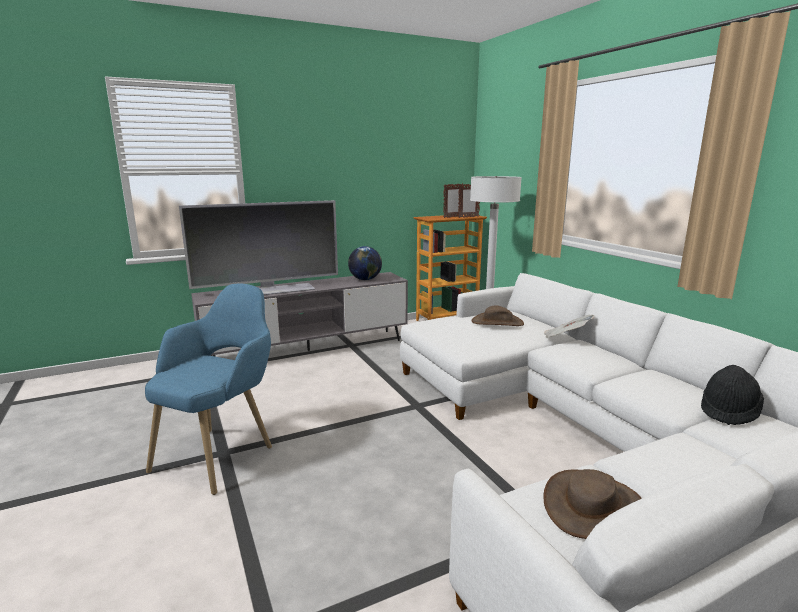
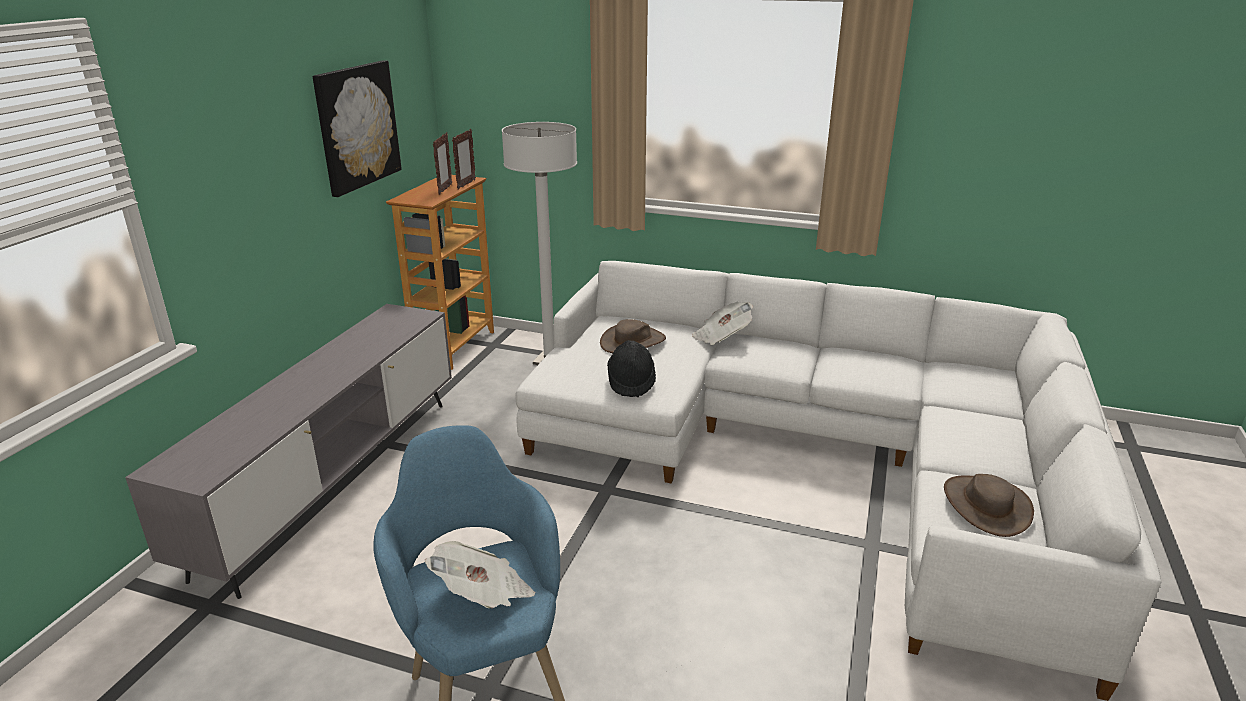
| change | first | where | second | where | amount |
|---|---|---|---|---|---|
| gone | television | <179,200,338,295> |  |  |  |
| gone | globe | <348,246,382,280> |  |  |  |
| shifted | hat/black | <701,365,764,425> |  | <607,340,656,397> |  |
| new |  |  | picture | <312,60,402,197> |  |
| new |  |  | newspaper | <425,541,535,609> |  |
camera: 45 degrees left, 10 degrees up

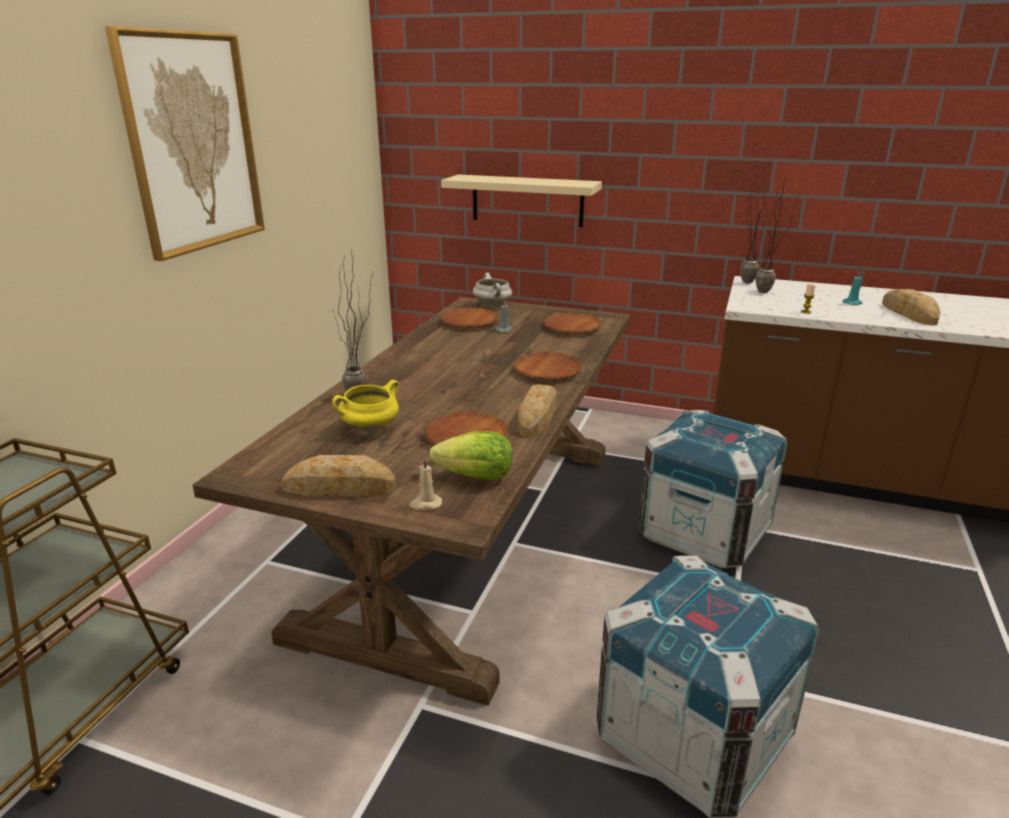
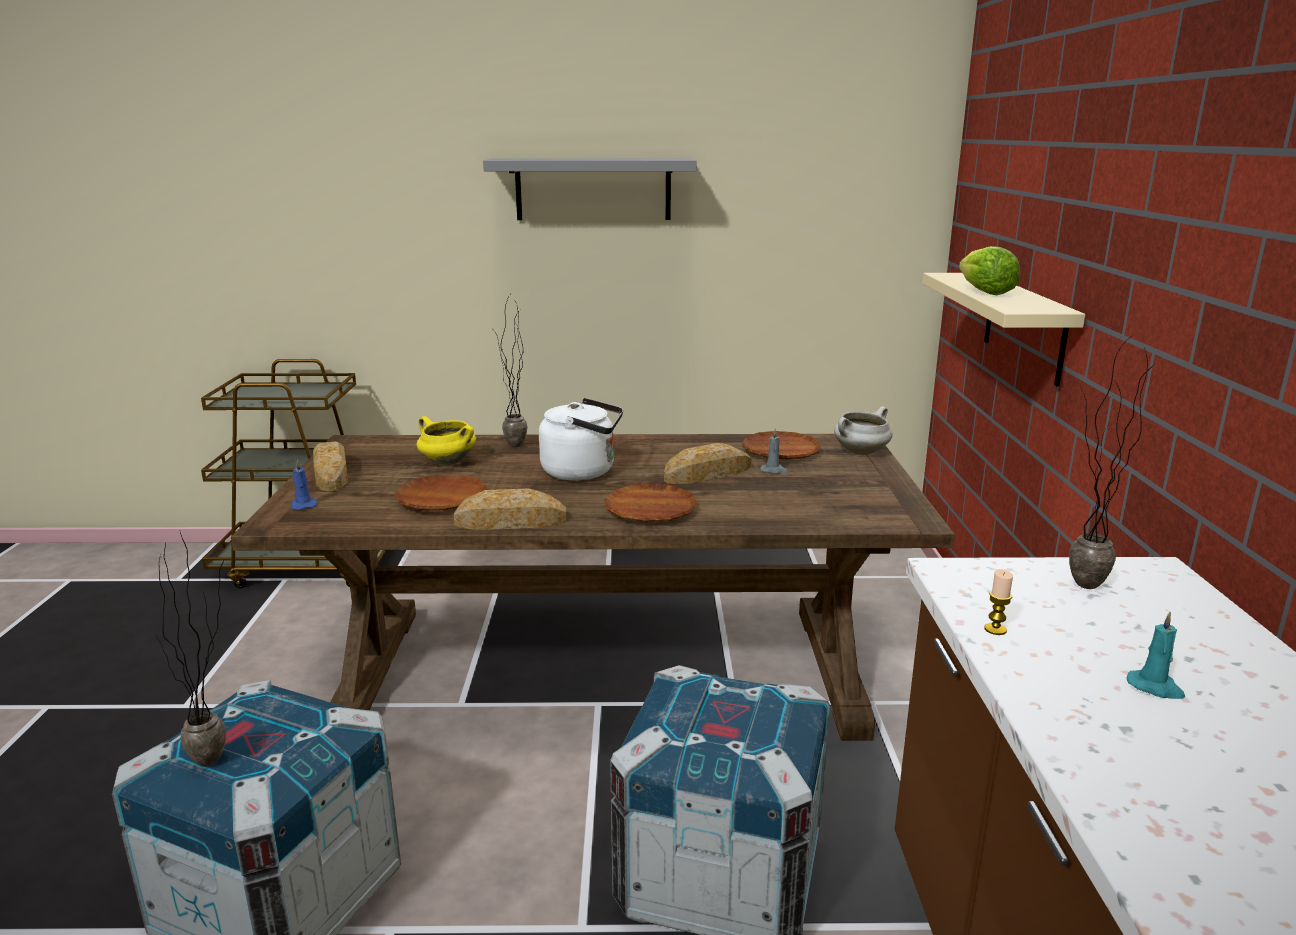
| change | first | where | second | where | amount |
|---|---|---|---|---|---|
| swapped | picture | <105,26,265,261> | shelf/grey | <483,158,697,220> |  |
| shifted | potted plant | <740,164,768,284> |  | <155,532,226,767> |  |
| shifted | bread | <882,289,941,325> |  | <664,443,751,484> |  |
| gone | plate/brown | <543,313,603,334> |  |  |  |
| shifted | lettuce | <429,431,513,480> |  | <959,246,1020,295> |  |
| repainted | candle/beige | <409,457,442,510> | candle/blue | <291,459,318,510> |  |
| new |  |  | kettle/white | <539,398,623,481> |  |
camera: 70 degrees right, 5 degrees down

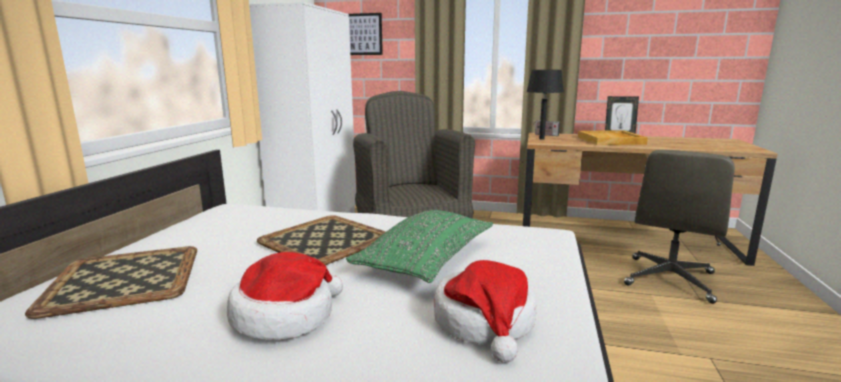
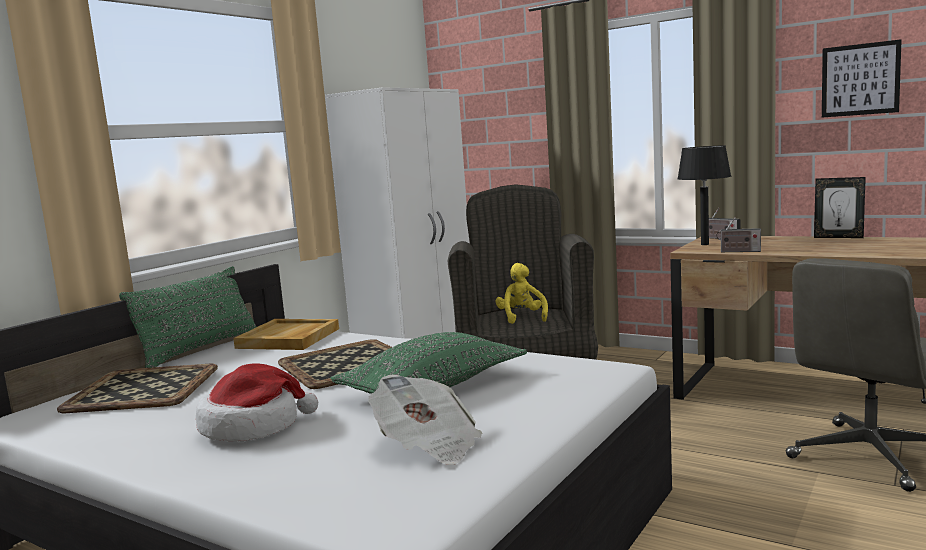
| change | first | where | second | where | amount |
|---|---|---|---|---|---|
| shifted | picture | <349,13,383,55> |  | <822,39,902,118> |  |
| shifted | tray/beige | <578,130,648,145> |  | <233,319,339,350> |  |
| swapped | hat | <434,260,536,362> | newspaper | <368,374,483,465> |  |
| new |  |  | radio | <716,218,761,252> |  |
| new |  |  | plush toy/yellow | <495,263,548,324> |  |
| new |  |  | pillow/green | <119,266,256,368> |  |
camera: 20 degrees right, 5 degrees down

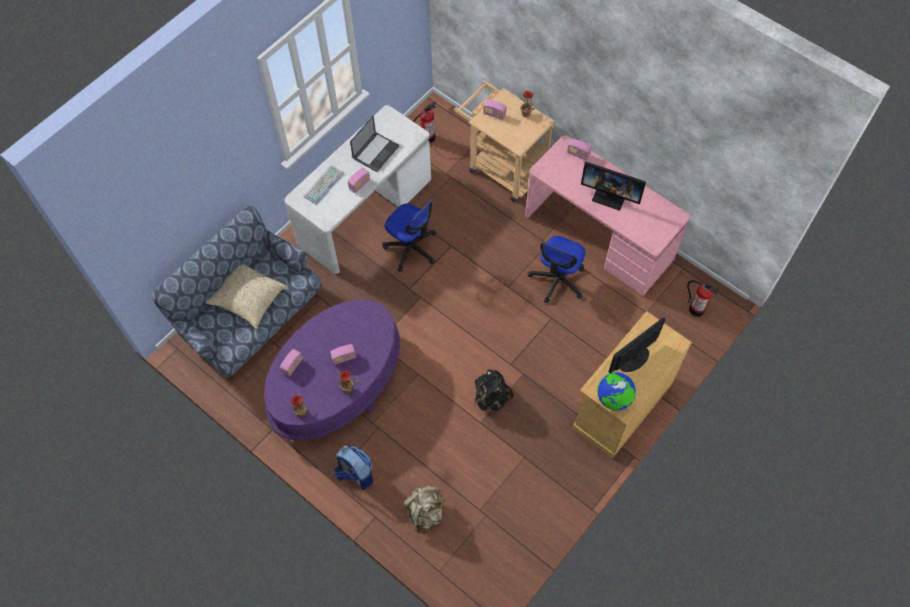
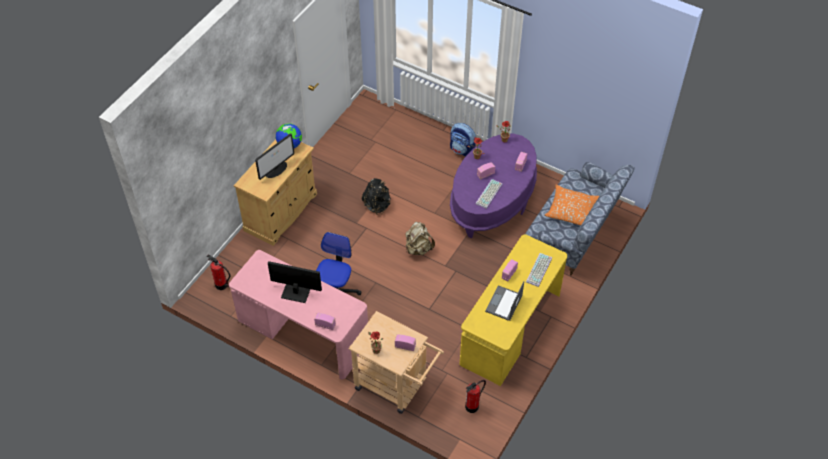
| change | first | where | second | where | amount |
|---|---|---|---|---|---|
| repainted | desk/white | <285,105,431,274> | desk/yellow | <459,234,567,386> |  |
| gone | office chair | <383,200,437,272> |  |  |  |
| repainted | pillow/beige | <206,264,287,329> | pillow/orange | <545,185,599,225> |  |
| shifted | backpack/beige | <403,486,445,534> |  | <405,222,435,255> |  |
| new |  |  | keyboard | <476,179,503,209> |  |
camera: 170 degrees right, 10 degrees down

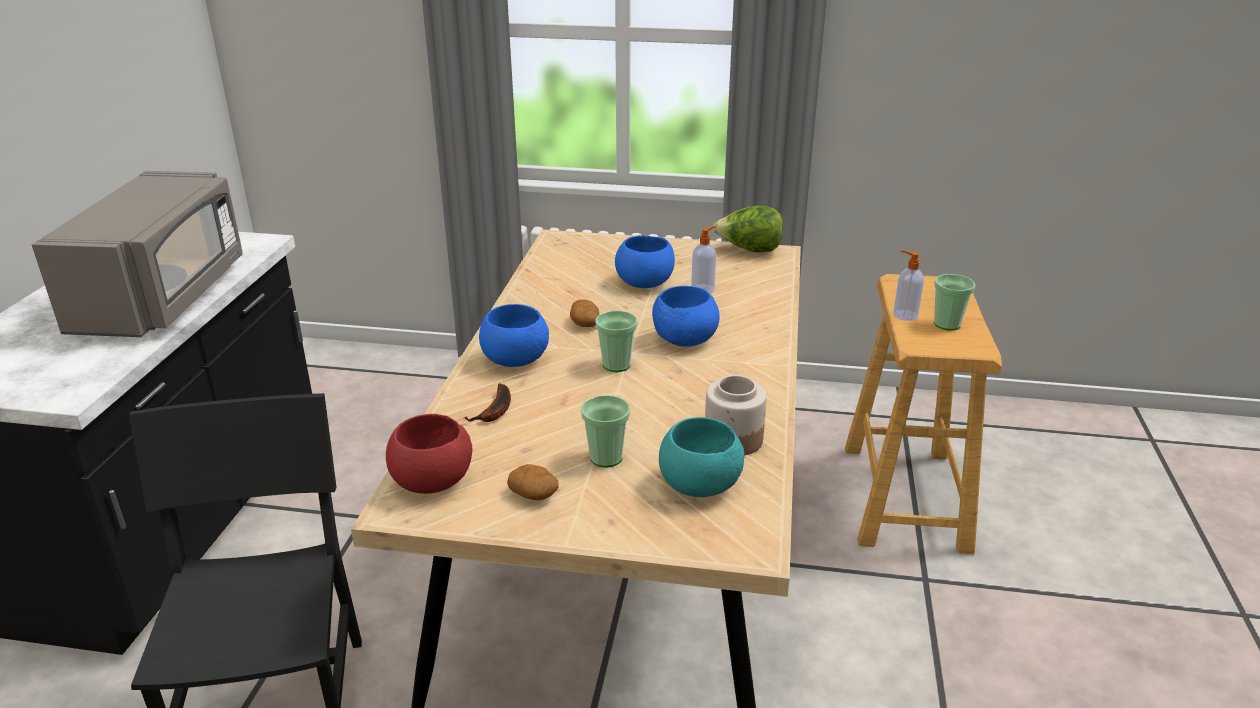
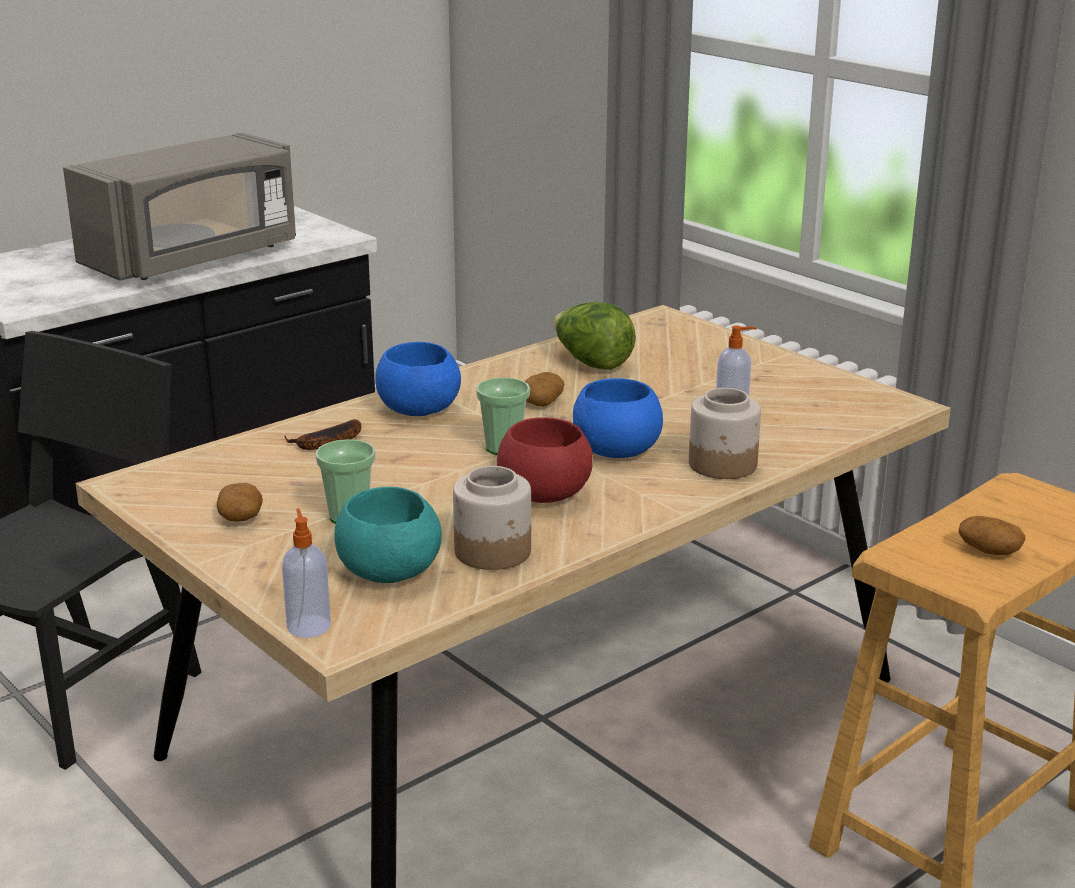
| change | first | where | second | where | amount |
|---|---|---|---|---|---|
| shifted | lettuce | <713,205,783,252> |  | <553,302,636,370> |  |
| gone | bowl/blue | <615,235,675,288> |  |  |  |
| shifted | soap dispenser | <893,250,924,321> |  | <282,508,331,638> |  |
| swapped | cup | <934,274,976,330> | potato | <958,516,1025,555> |  |
| shifted | bowl/red | <386,414,472,494> |  | <497,418,593,503> |  |
| new |  |  | jar | <689,388,761,479> |  |
camera: 40 degrees right, 5 degrees down

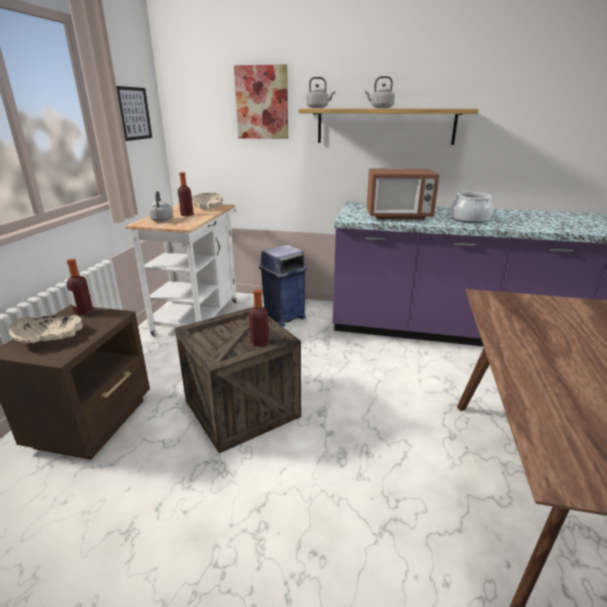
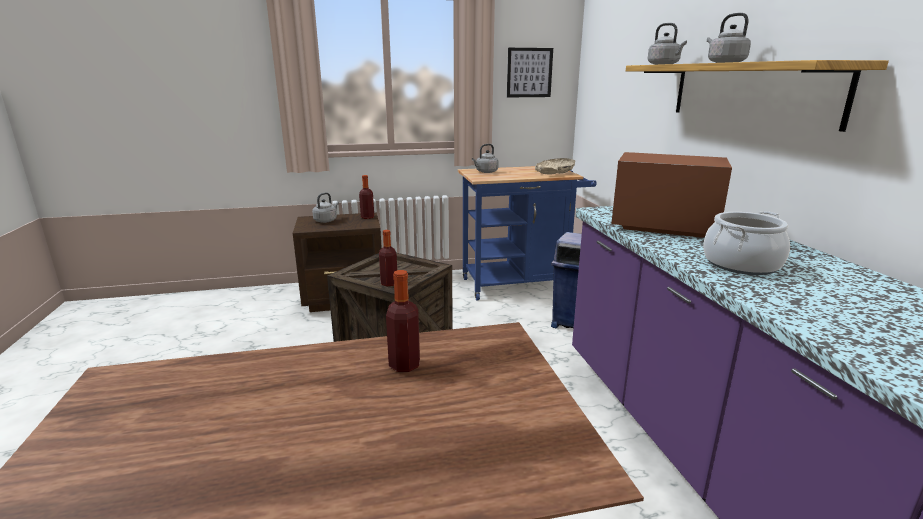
| change | first | where | second | where | amount |
|---|---|---|---|---|---|
| gone | picture | <234,64,288,139> |  |  |  |
| rotated | microwave | <367,169,439,219> |  | <611,152,732,238> | 135 degrees clockwise |
| shifted | bottle | <178,172,194,216> |  | <386,270,420,372> |  |
| repainted | cart/white | <126,203,239,338> | cart/blue | <458,166,597,300> |  |
| swapped | bowl/beige | <9,315,83,343> | kettle/grey | <312,192,339,223> |  |
camera: 65 degrees right, 5 degrees down

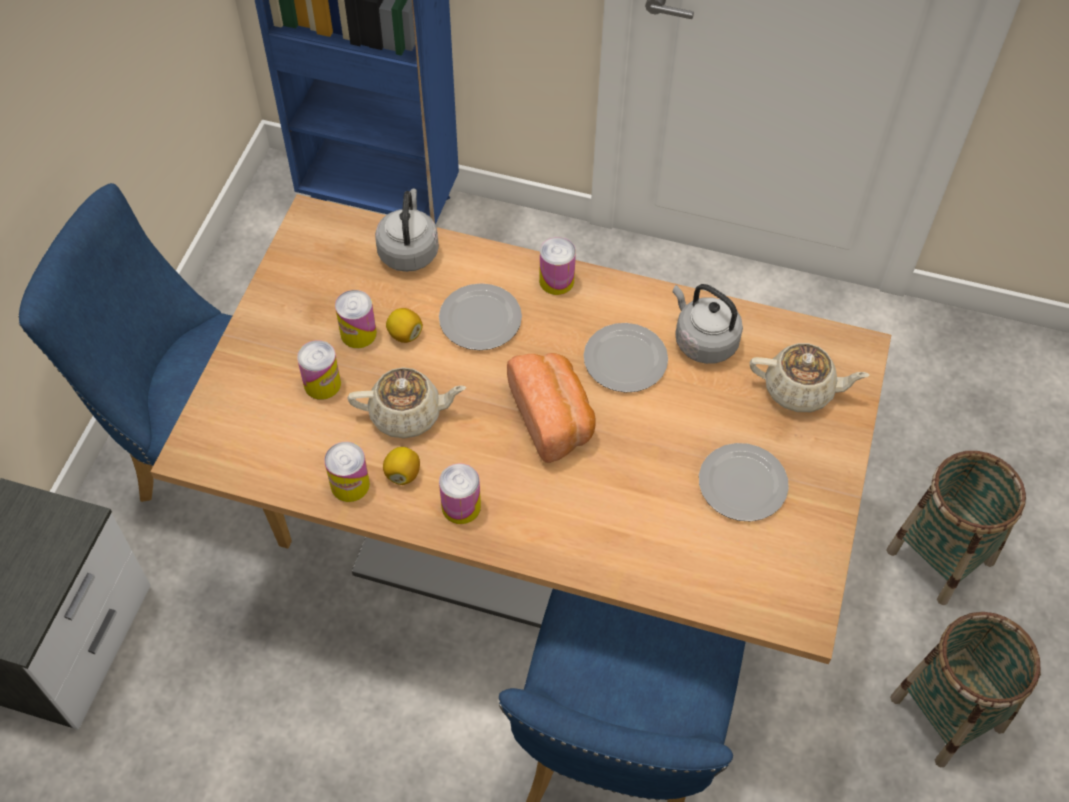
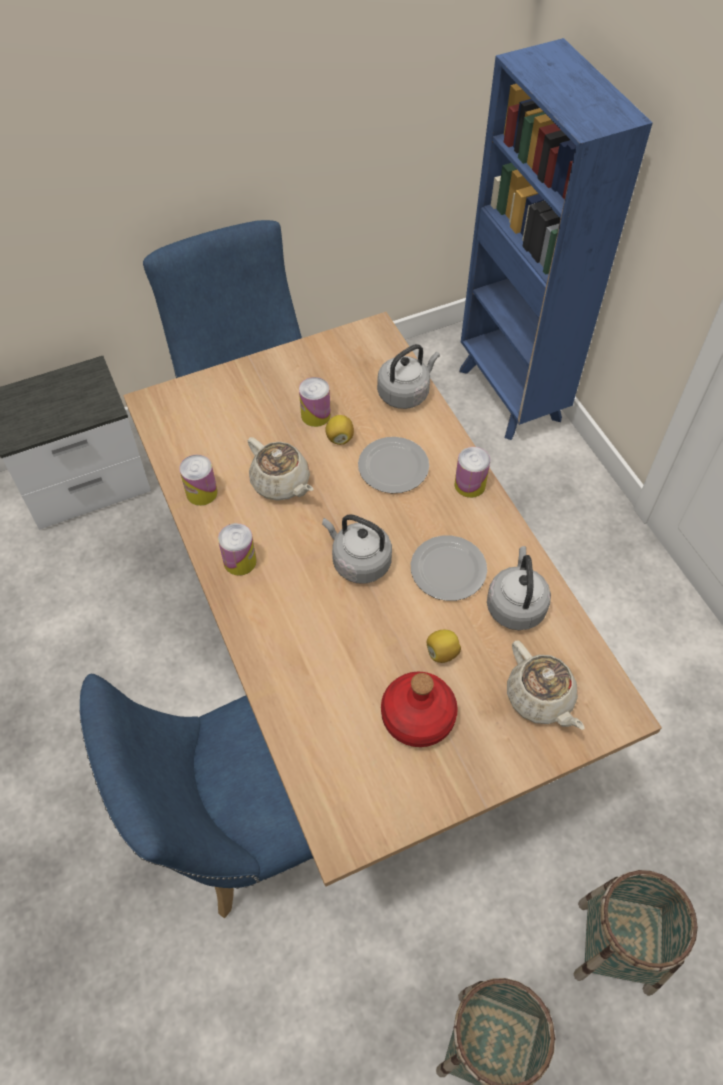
| change | first | where | second | where | amount |
|---|---|---|---|---|---|
| gone | can | <297,340,341,400> |  |  |  |
| swapped | bread | <507,353,595,463> | kettle/grey | <322,514,392,584> |  |
| swapped | plate | <699,443,789,521> | bottle/red | <381,671,458,747> |  |
| shifted | lemon | <383,447,420,485> |  | <427,630,461,663> |  |
camera: 50 degrees right, 0 degrees up

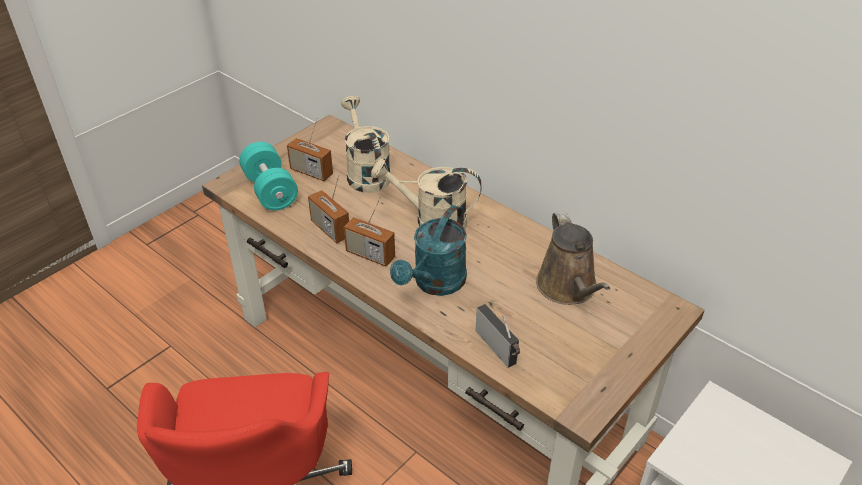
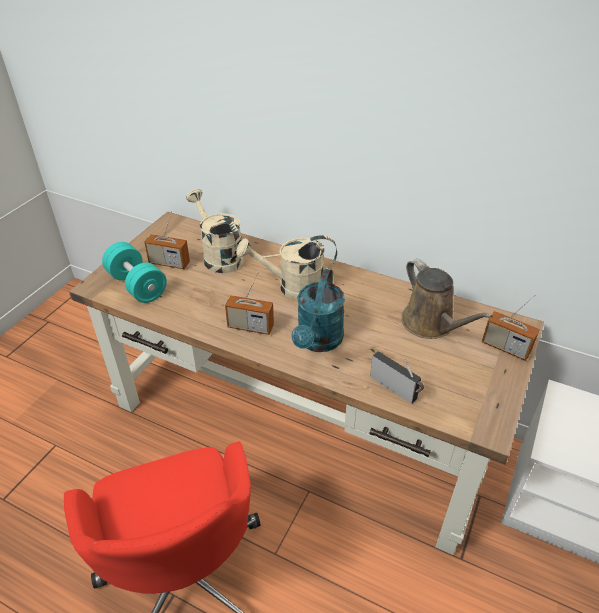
| change | first | where | second | where | amount |
|---|---|---|---|---|---|
| shifted | radio | <308,175,349,243> |  | <482,294,540,361> |  |
camera: 15 degrees left, 0 degrees up

